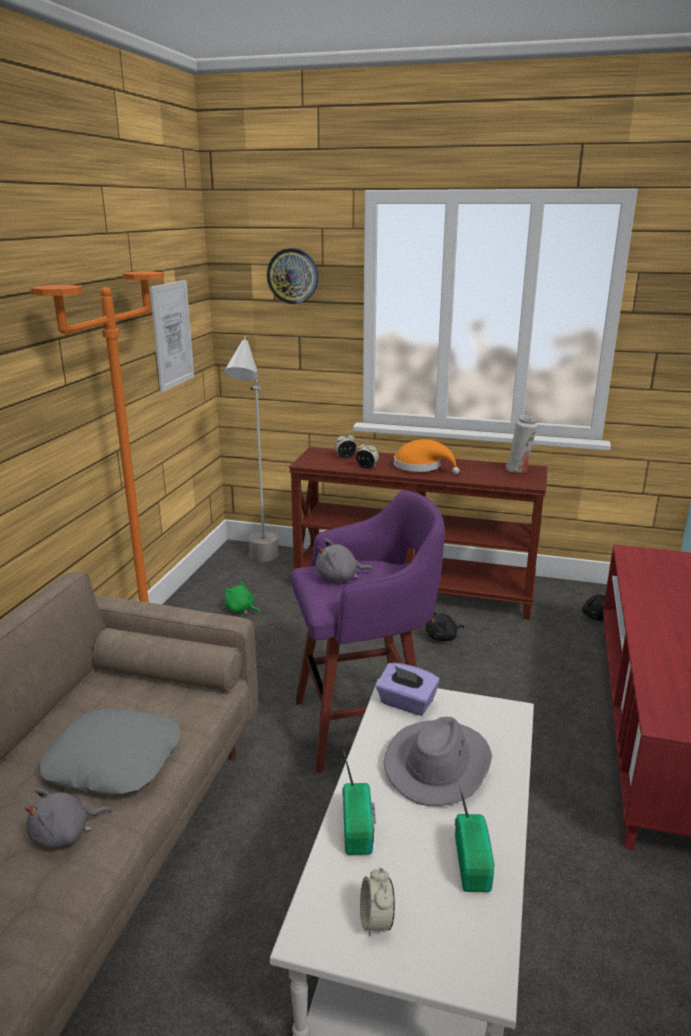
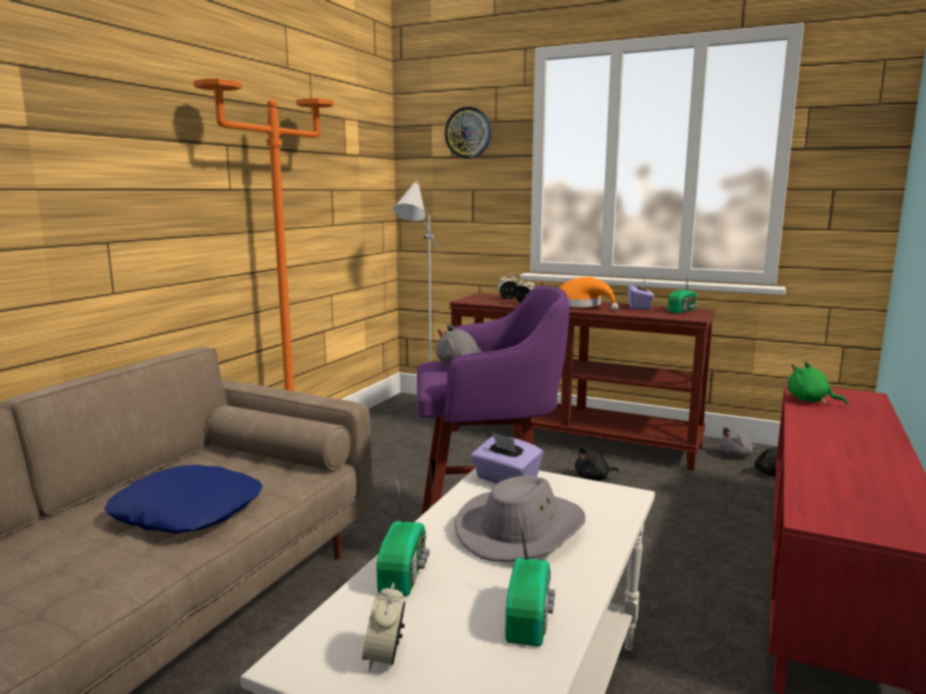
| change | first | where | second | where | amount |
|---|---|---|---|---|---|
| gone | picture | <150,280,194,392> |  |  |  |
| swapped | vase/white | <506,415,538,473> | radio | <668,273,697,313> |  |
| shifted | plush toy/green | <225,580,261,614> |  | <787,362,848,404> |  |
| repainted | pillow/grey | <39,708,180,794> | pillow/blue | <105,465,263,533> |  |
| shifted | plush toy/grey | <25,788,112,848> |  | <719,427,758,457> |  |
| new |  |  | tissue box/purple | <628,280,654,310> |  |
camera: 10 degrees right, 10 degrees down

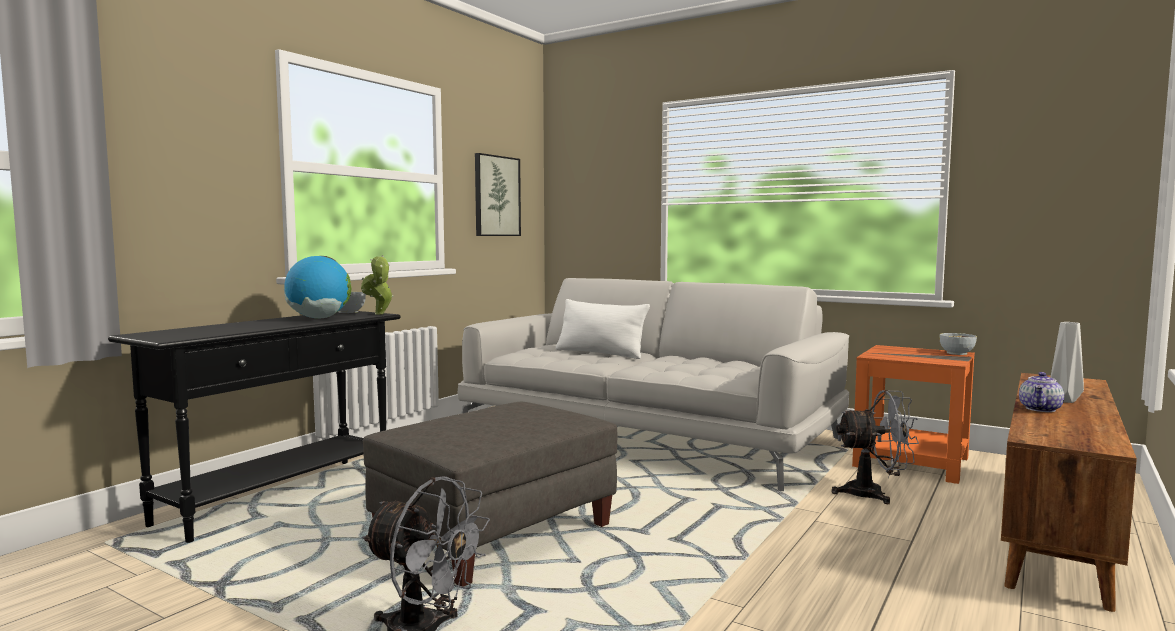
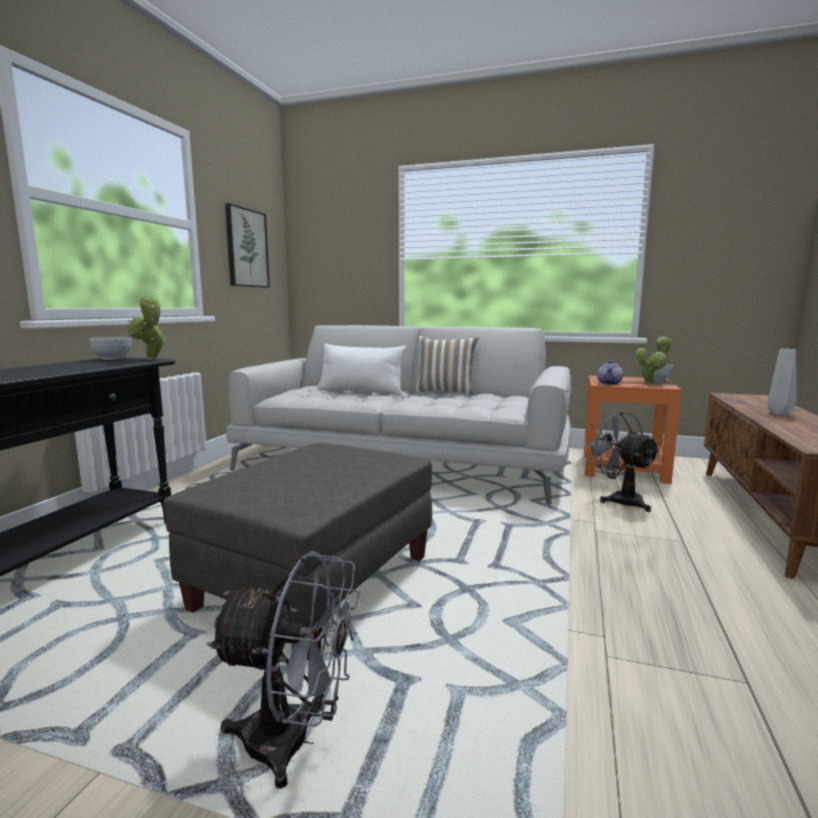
| change | first | where | second | where | amount |
|---|---|---|---|---|---|
| gone | globe | <284,256,352,318> |  |  |  |
| shifted | teapot | <1019,372,1064,412> |  | <597,360,623,385> |  |
| rotated | fan/grey | <831,390,919,504> |  | <584,411,661,512> | 105 degrees counterclockwise |
| new |  |  | pillow | <414,336,479,395> |  |
| new |  |  | potted plant | <636,336,671,385> |  |
camera: 15 degrees left, 5 degrees up

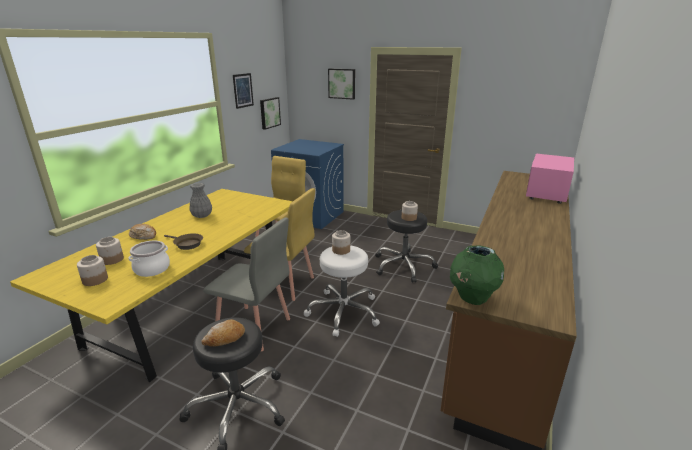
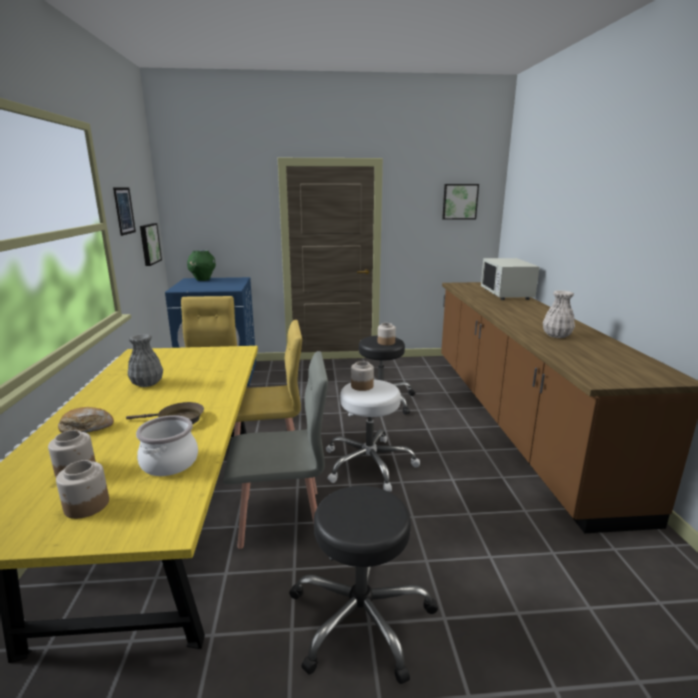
| change | first | where | second | where | amount |
|---|---|---|---|---|---|
| shifted | picture | <328,69,355,100> |  | <442,184,479,220> |  |
| repainted | microwave/pink | <526,154,574,204> | microwave/white | <481,258,539,300> |  |
| shifted | vase/green | <450,246,504,305> |  | <187,250,216,281> |  |
| gone | bread | <202,320,245,347> |  |  |  |
| new |  |  | vase/white | <543,290,575,338> |  |
camera: 30 degrees left, 5 degrees down

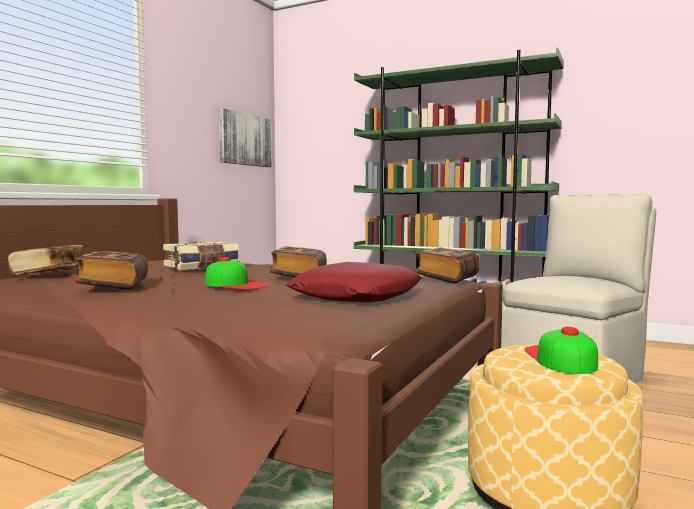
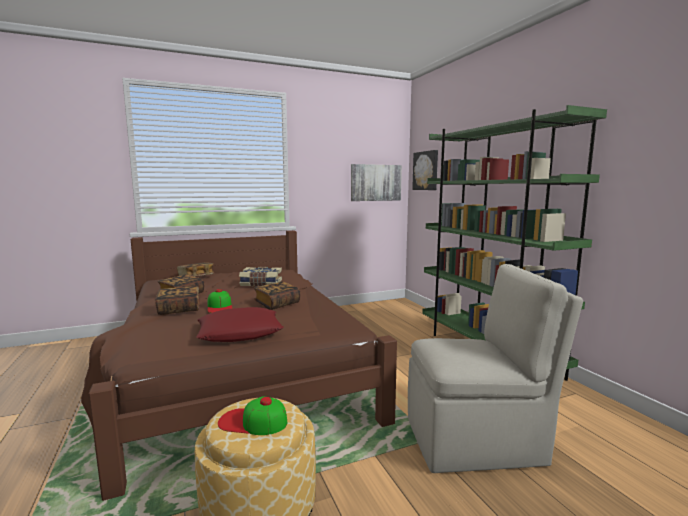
| change | first | where | second | where | amount |
|---|---|---|---|---|---|
| shifted | book | <414,247,480,283> |  | <155,286,200,315> |  |
| rotated | cap | <524,327,598,374> |  | <218,396,287,435> | 120 degrees counterclockwise |
| new |  |  | picture | <412,150,438,190> |  |
camera: 40 degrees right, 5 degrees up

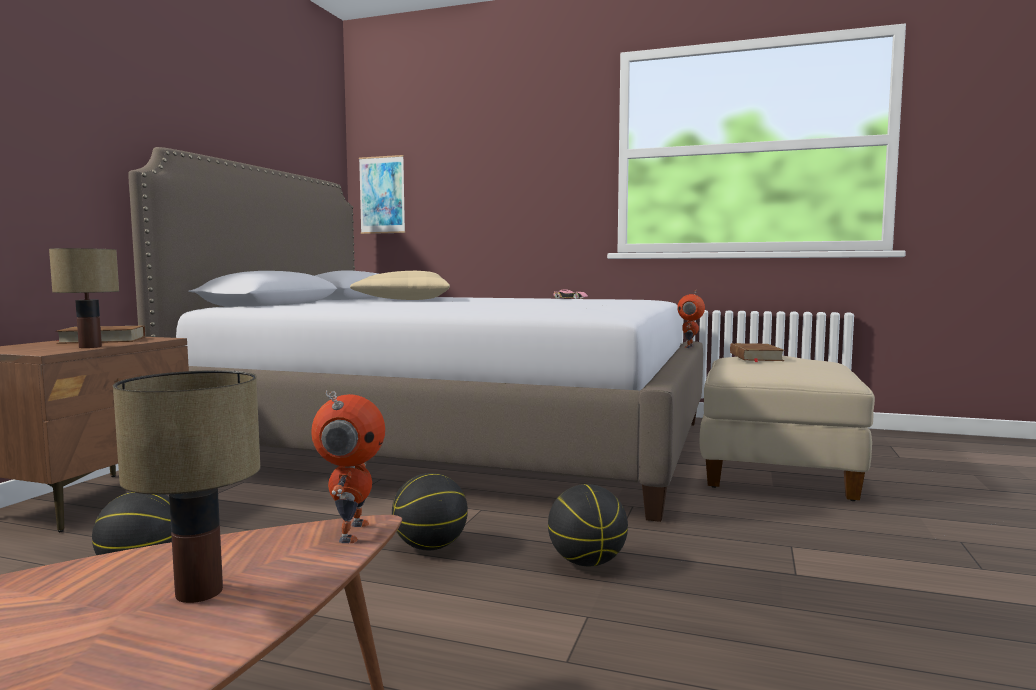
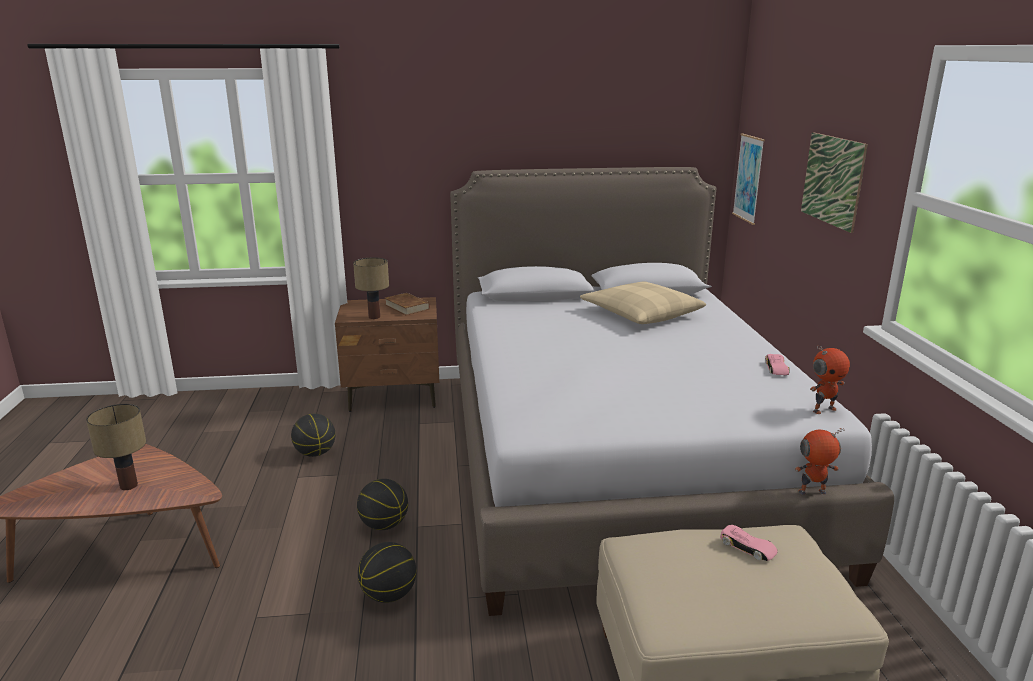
| change | first | where | second | where | amount |
|---|---|---|---|---|---|
| swapped | book/brown | <730,343,785,362> | toy car/pink | <720,525,778,561> |  |
| shifted | toy robot | <311,390,385,543> |  | <810,345,850,414> |  |
| new |  |  | picture | <801,132,868,233> |  |
camera: 65 degrees right, 15 degrees up

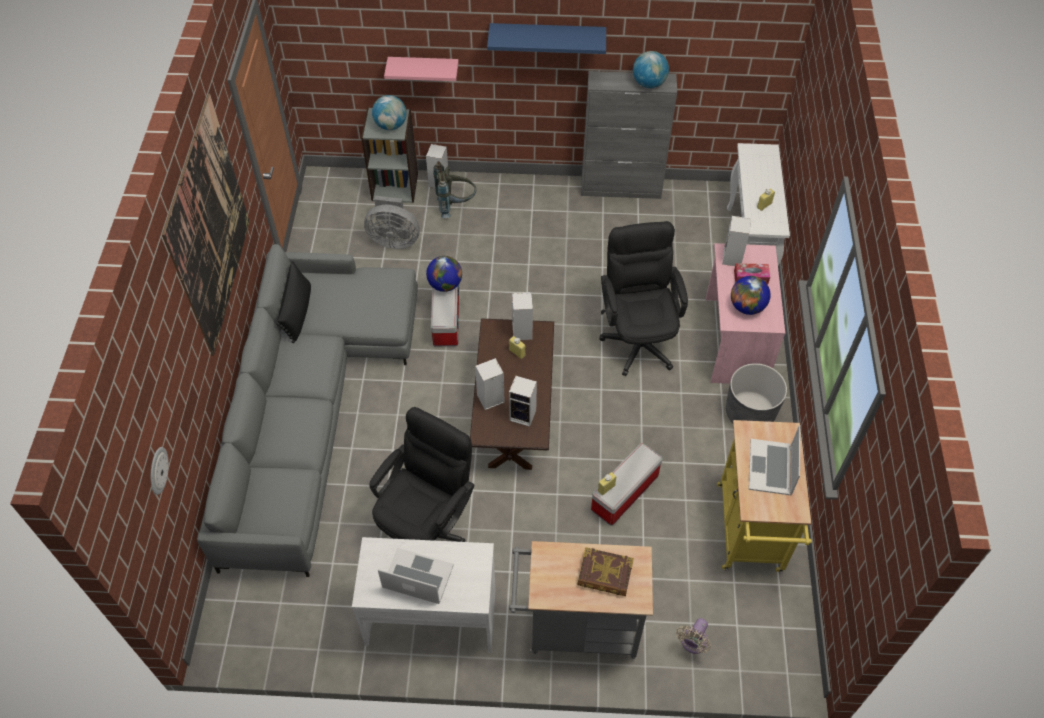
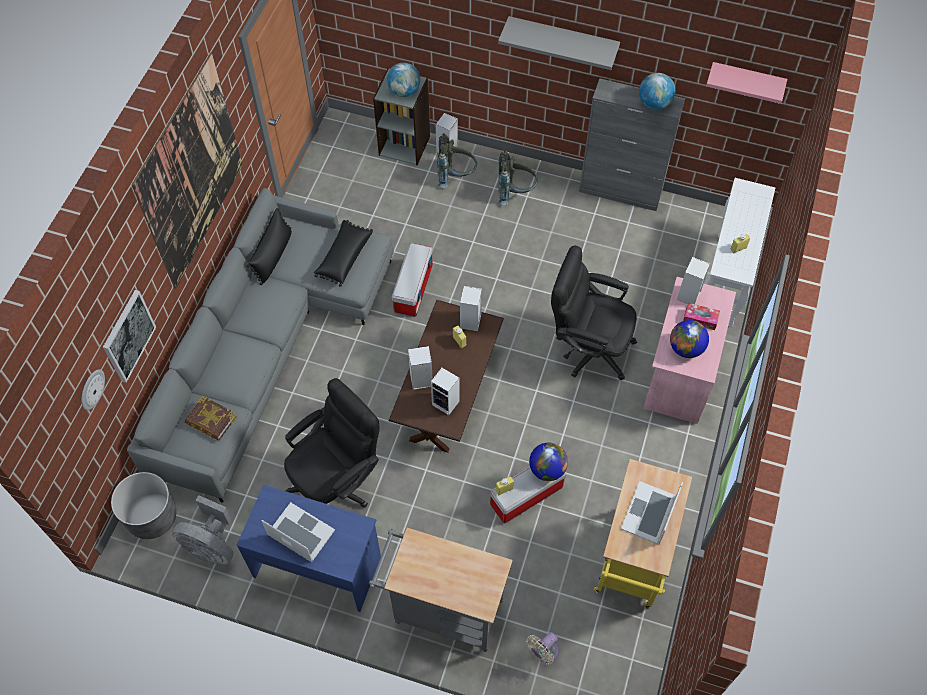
| change | first | where | second | where | amount |
|---|---|---|---|---|---|
| repainted | shelf/blue | <487,23,606,54> | shelf/grey | <498,16,620,70> |  |
| shifted | shelf/pink | <384,57,459,81> |  | <706,62,787,104> |  |
| shifted | fan/grey | <364,196,420,249> |  | <172,495,234,565> |  |
| rotated | office chair/black | <599,221,688,376> |  | <551,246,637,380> | 75 degrees counterclockwise |
| shifted | globe | <426,256,462,292> |  | <529,443,568,481> |  |
| shifted | planter/grey | <726,363,787,423> |  | <111,472,176,539> |  |
| repainted | desk/white | <352,537,495,653> | desk/blue | <237,485,381,612> |  |
| shifted | book | <577,547,634,596> |  | <185,396,237,440> |  |
| new |  |  | backpack/grey | <498,150,538,205> |  |
| new |  |  | pillow/black | <314,220,373,287> |  |
| new |  |  | picture | <103,290,156,383> |  |
camera: 15 degrees right, 5 degrees up

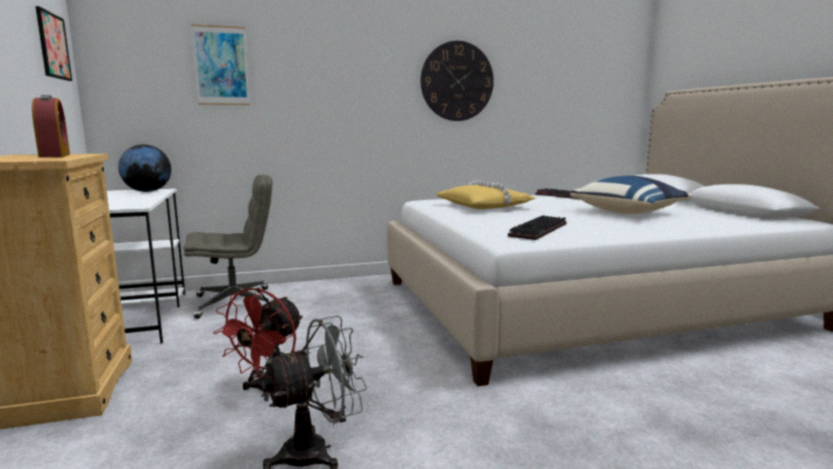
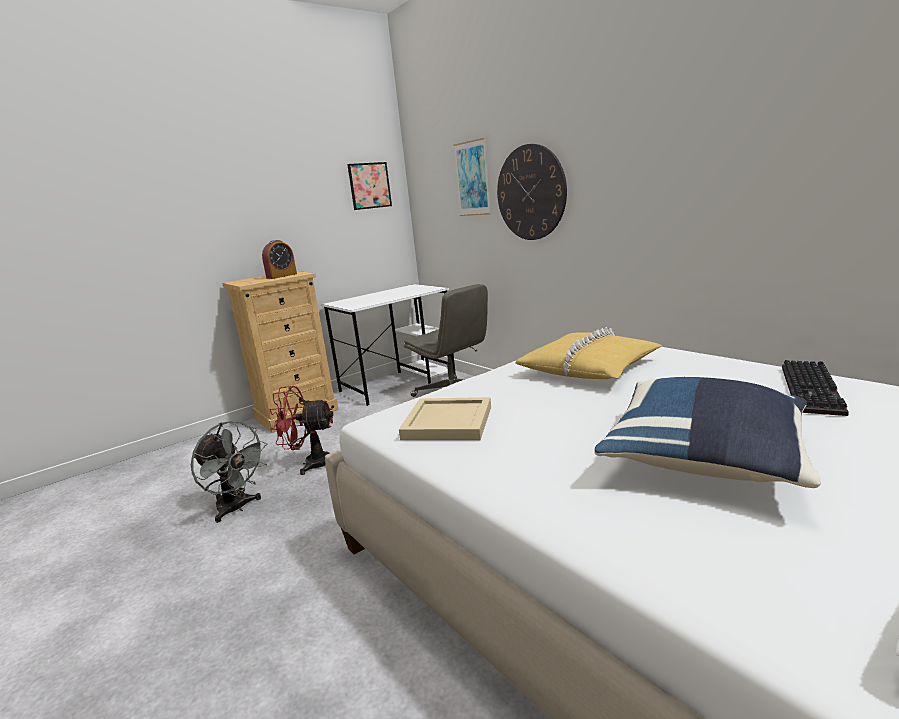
| change | first | where | second | where | amount |
|---|---|---|---|---|---|
| shifted | wall clock | <421,41,494,121> |  | <497,144,567,240> |  |
| gone | globe | <118,144,171,192> |  |  |  |
| swapped | keyboard | <508,215,567,240> | tray/beige | <399,397,491,440> |  |
camera: 70 degrees right, 5 degrees up

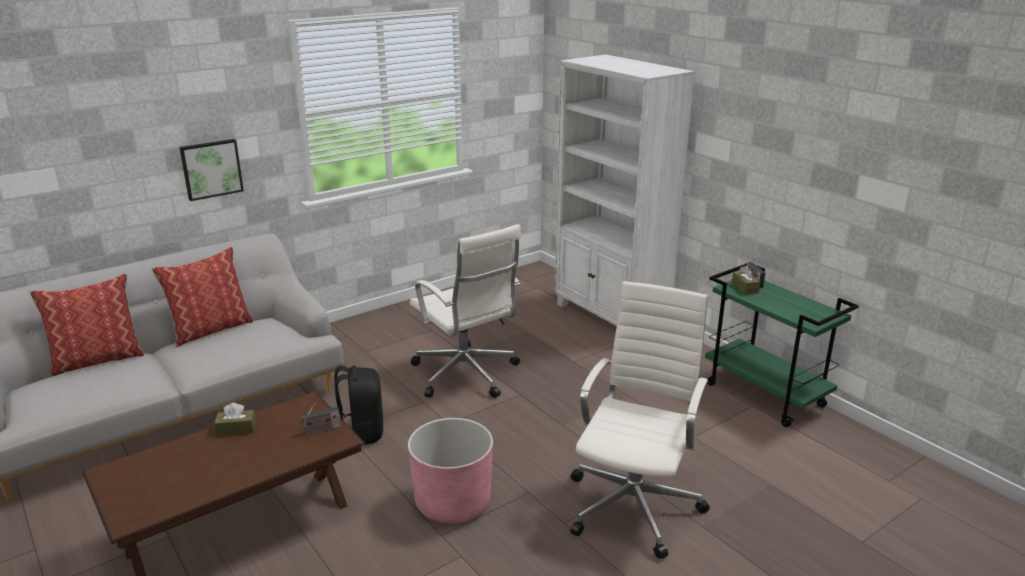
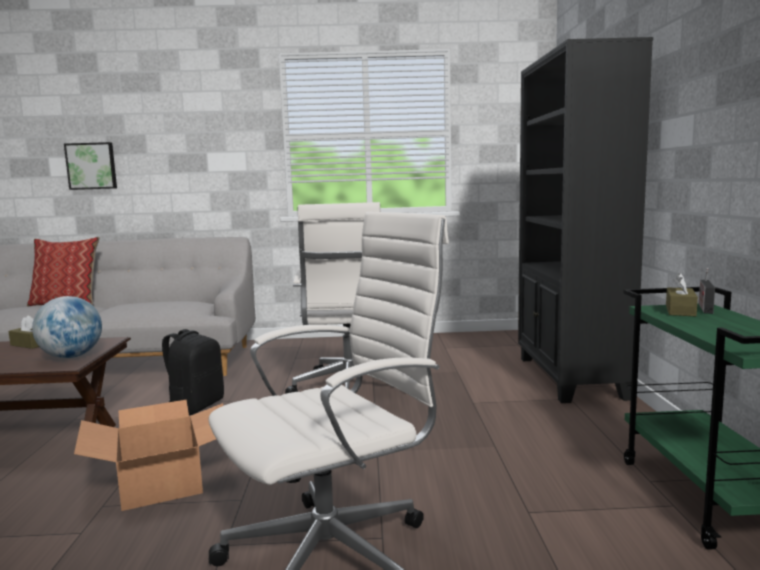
| change | first | where | second | where | amount |
|---|---|---|---|---|---|
| repainted | bookcase/white | <555,55,695,326> | bookcase/black | <518,37,653,403> |  |
| shifted | picture | <179,139,244,201> |  | <64,142,117,190> |  |
| gone | pillow | <151,247,253,347> |  |  |  |
| swapped | radio | <299,403,341,435> | globe | <32,296,102,358> |  |
| swapped | planter/pink | <408,418,493,523> | cardboard box | <74,400,224,511> |  |
camera: 35 degrees right, 15 degrees down

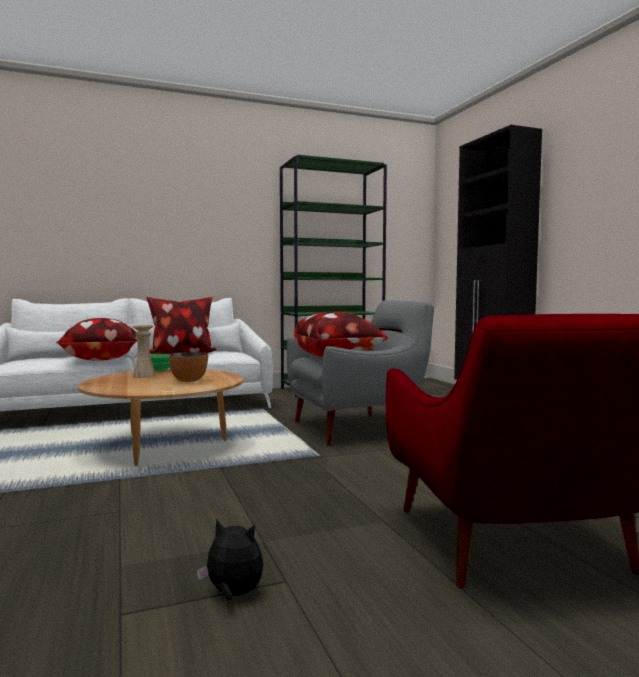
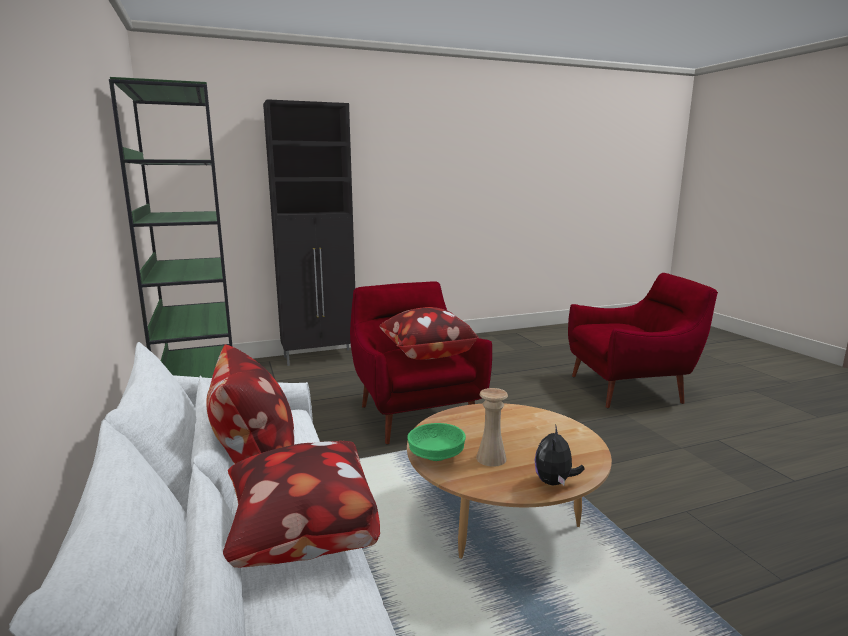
| change | first | where | second | where | amount |
|---|---|---|---|---|---|
| repainted | armchair/grey | <287,300,435,446> | armchair/red | <350,282,492,445> |  |
| gone | bowl | <169,352,208,382> |  |  |  |
| shifted | plush toy | <197,518,263,600> |  | <535,424,584,486> |  |
camera: 90 degrees left, 10 degrees up

